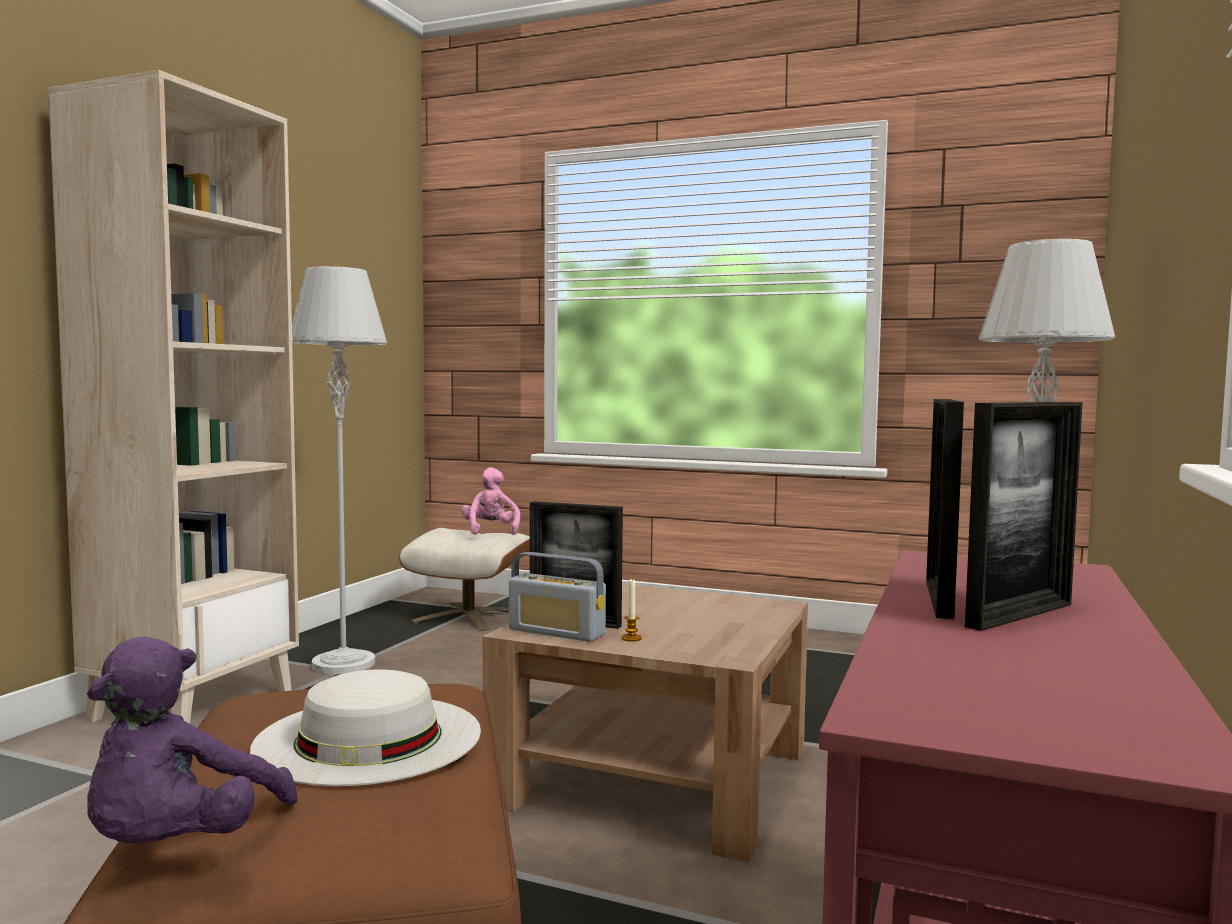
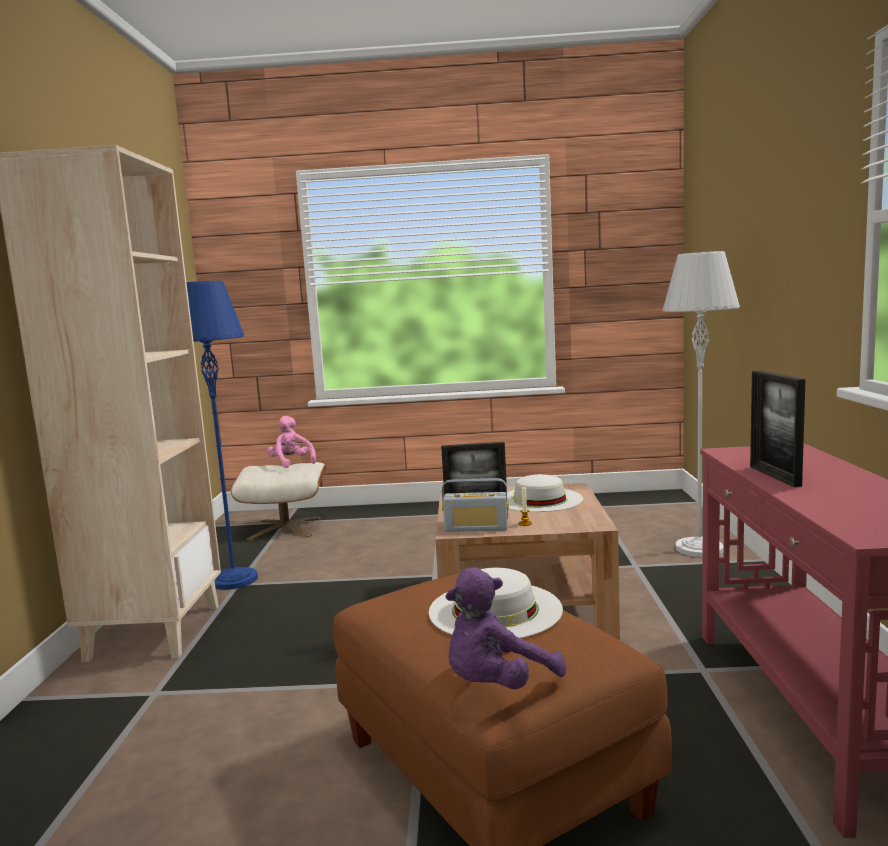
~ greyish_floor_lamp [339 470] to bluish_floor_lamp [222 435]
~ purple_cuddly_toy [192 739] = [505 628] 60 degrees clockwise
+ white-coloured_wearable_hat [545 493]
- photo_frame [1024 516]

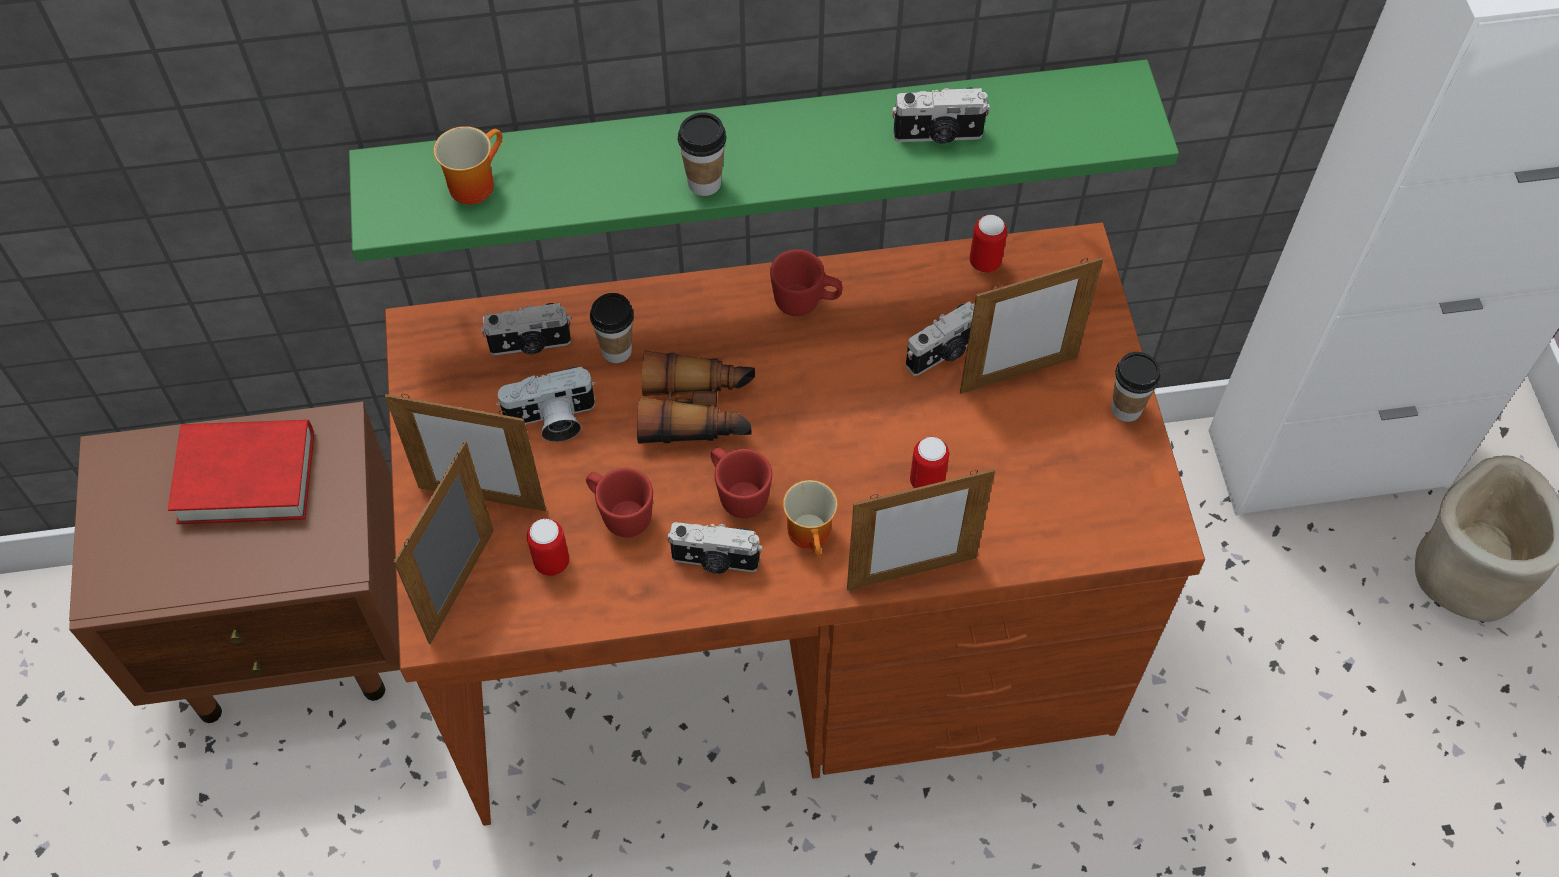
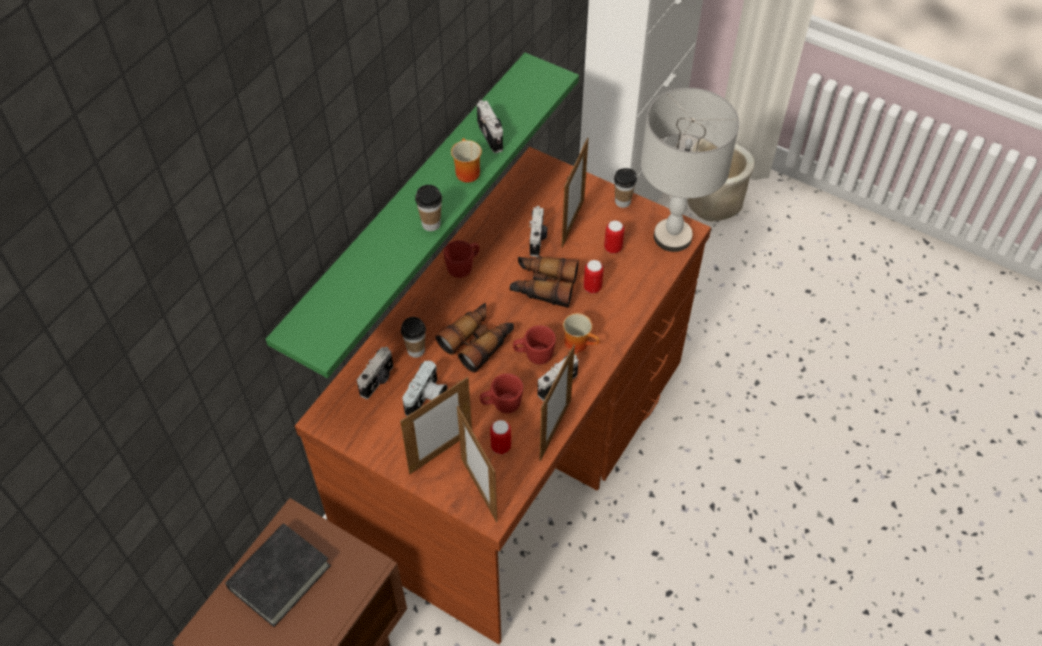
~ reddish_bound_book [241 472] to black-coloured_bound_book [278 575]
~ mug [467 165] to [466 160]
~ still_camera [941 115] = [490 126] 60 degrees counterclockwise
+ field_glasses [544 282]
~ photo_frame [921 530] to [557 402]
~ sealed_can [988 244] to [614 237]
+ greyish_table_lamp [690 170]

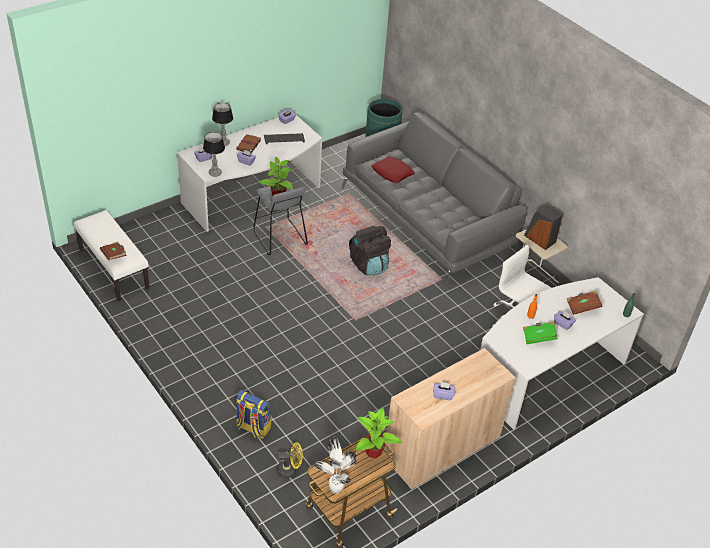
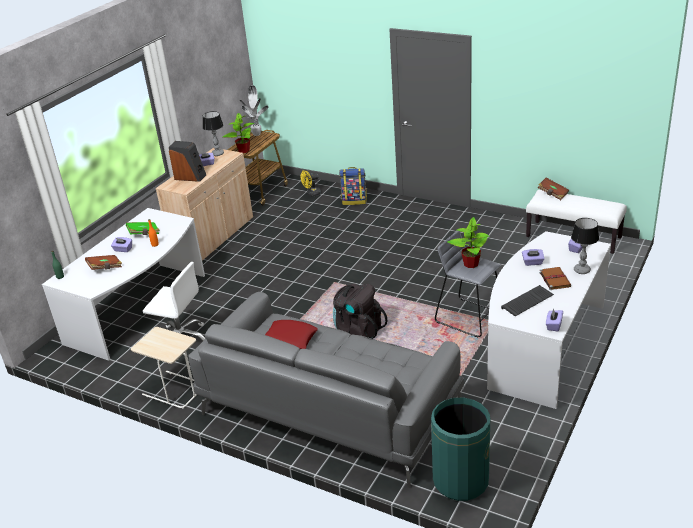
~ loudspeaker [543 228] to [187 161]
~ table_lamp [214 154] to [213 133]
~ reddish_cushion [393 169] to [291 334]

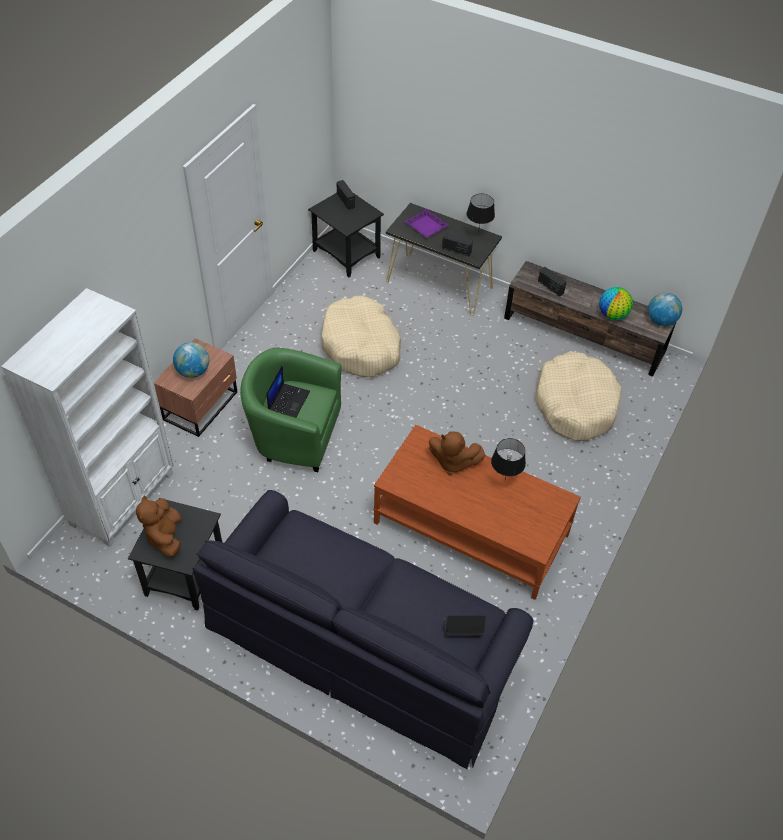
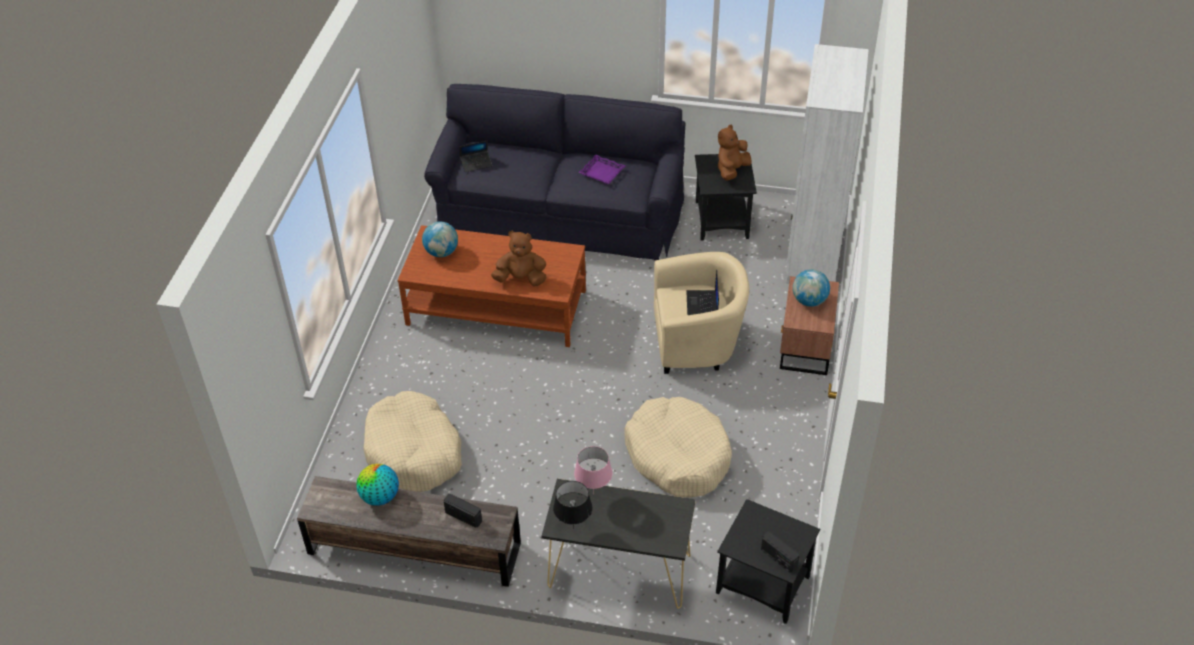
~ desk_globe [665 309] to [440 239]
~ radio [457 244] to pink_table_lamp [593 468]
~ purple_carrying_tray [427 223] to [602 169]
~ green_lounge_chair [291 410] to sand-coloured_lounge_chair [701 313]
~ brownish_cuddly_toy [158 526] = [734 153] 120 degrees counterclockwise
- black-coloured_table_lamp [508 458]

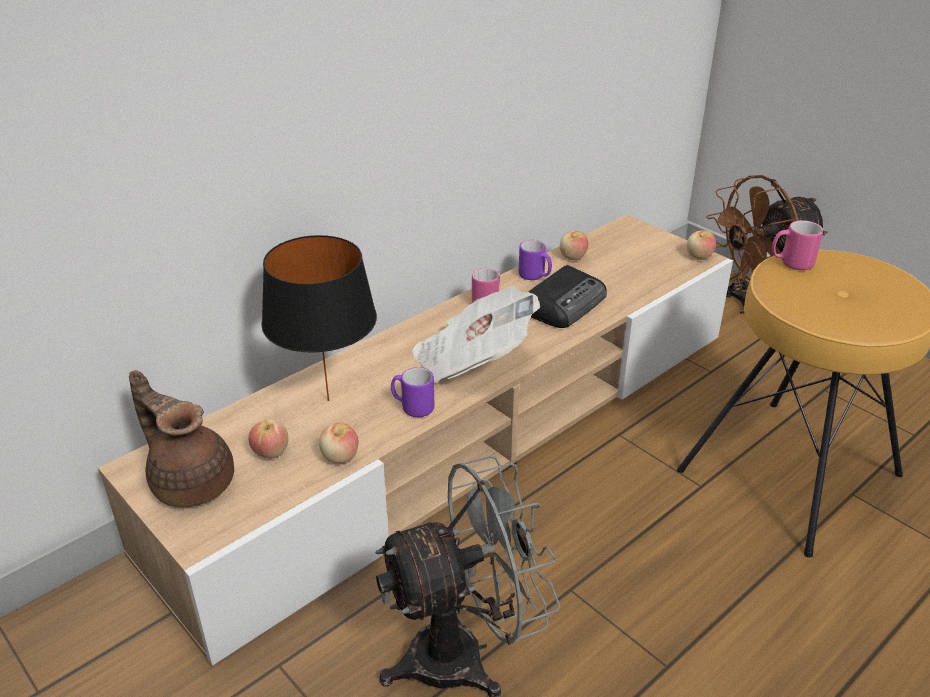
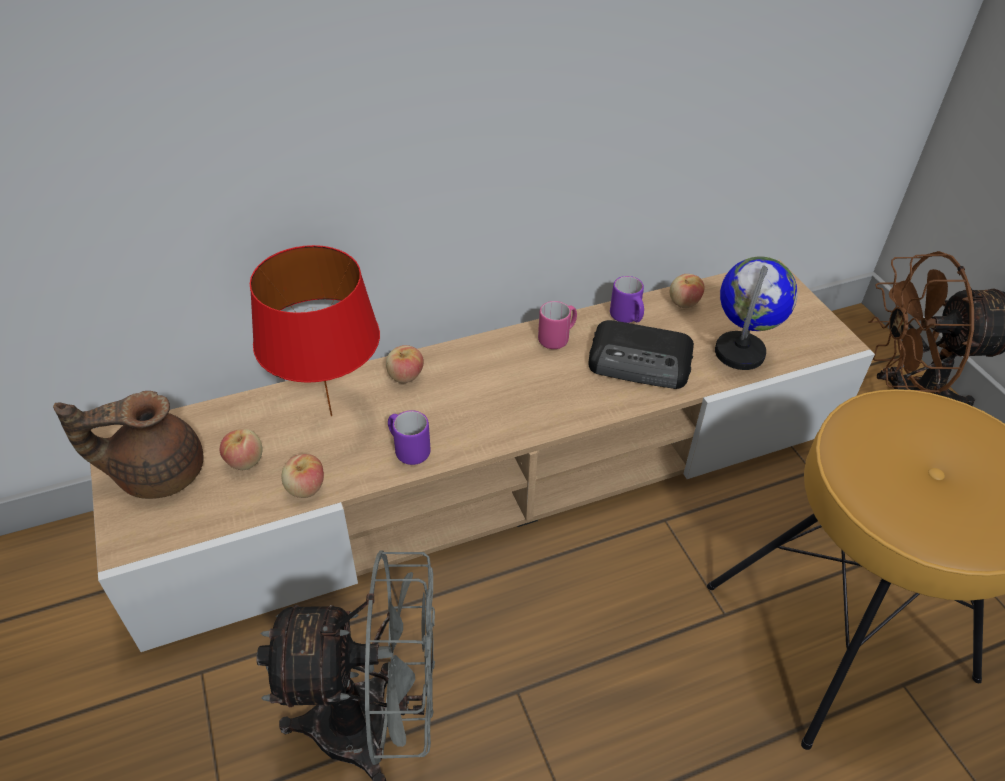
~ brownish_tea_pot [181 438] = [128 445] 75 degrees counterclockwise
~ black-coloured_table_lamp [319 318] to reddish_table_lamp [315 330]
~ whole_apple [701 245] to [405 364]
~ radio [568 296] = [641 354] 45 degrees clockwise
+ desk_globe [756 313]
- printed_paper [476 334]
- pink_mug [797 245]

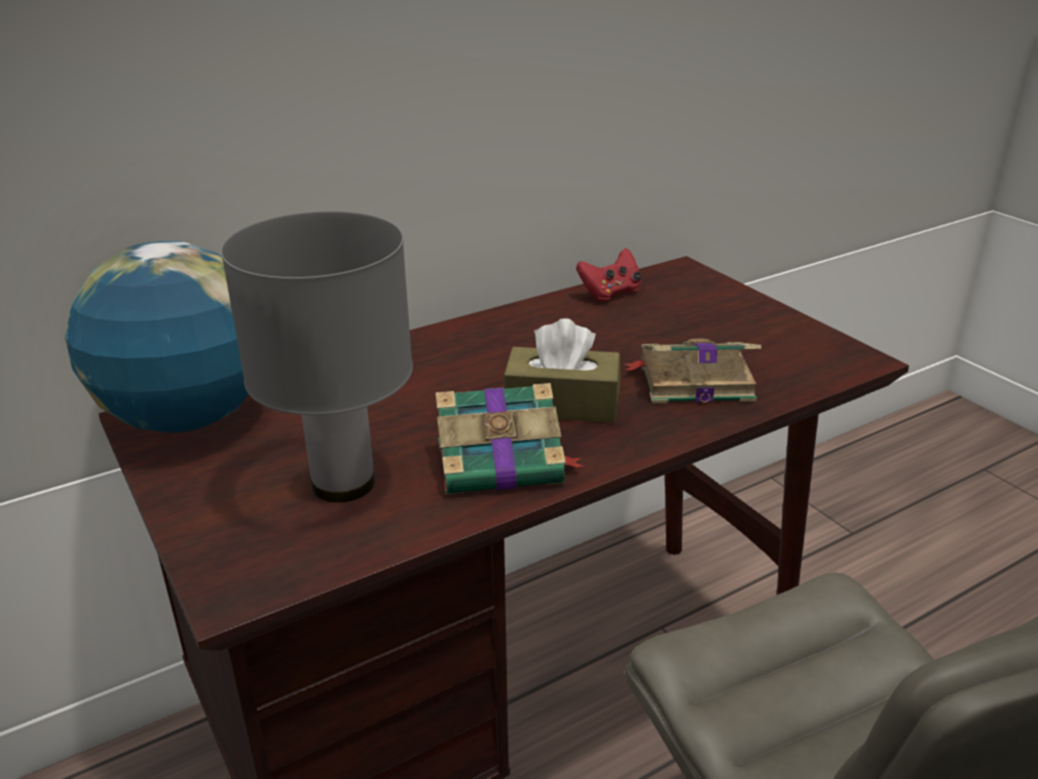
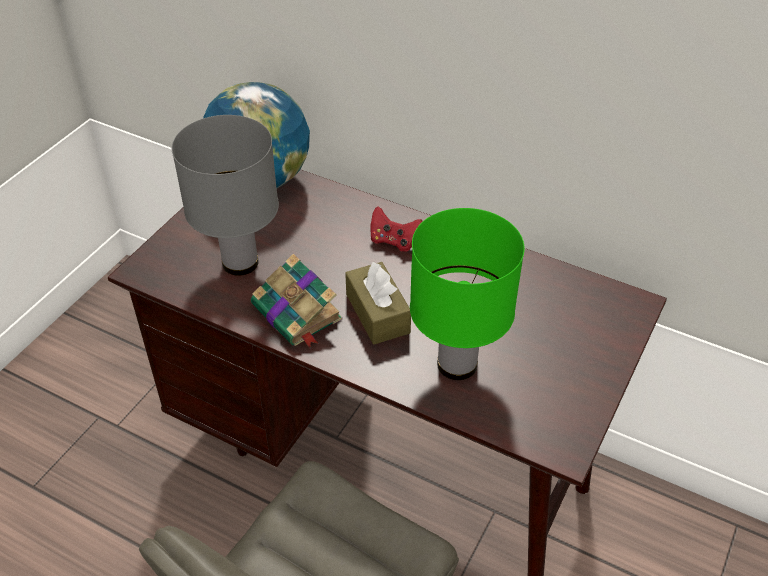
~ reddish_joypad [608 274] to [396 229]
~ bound_book [692 370] to green_table_lamp [467 294]

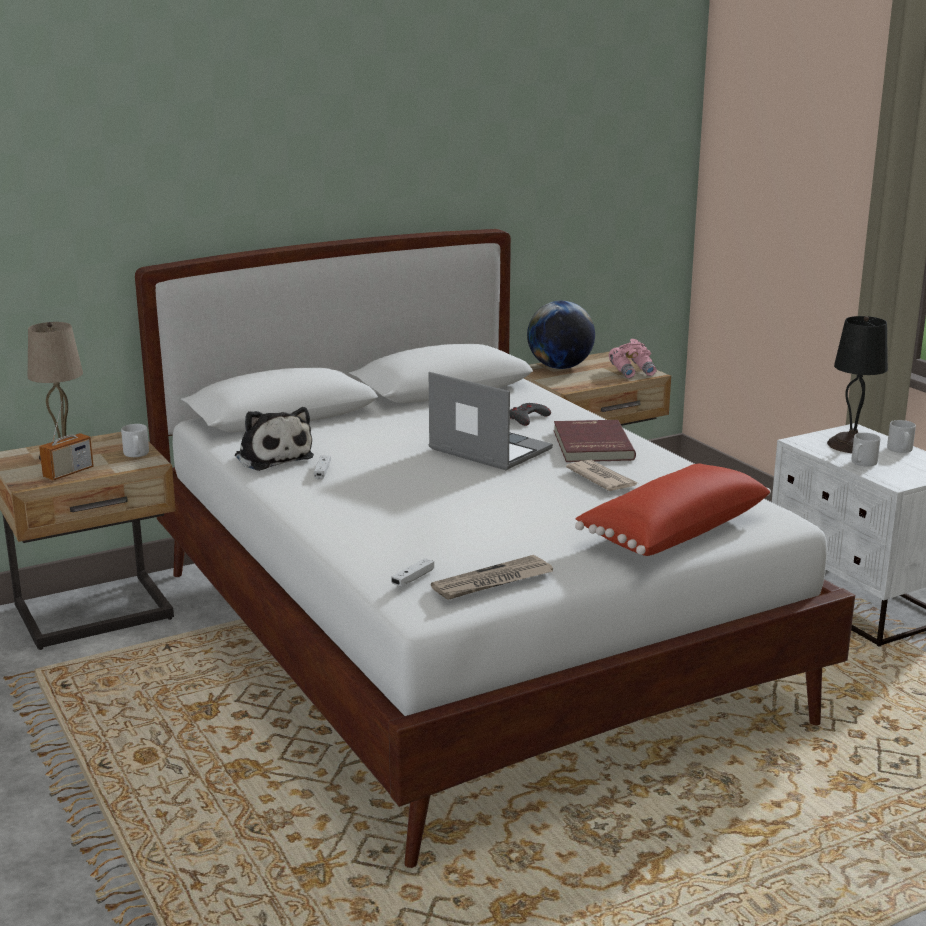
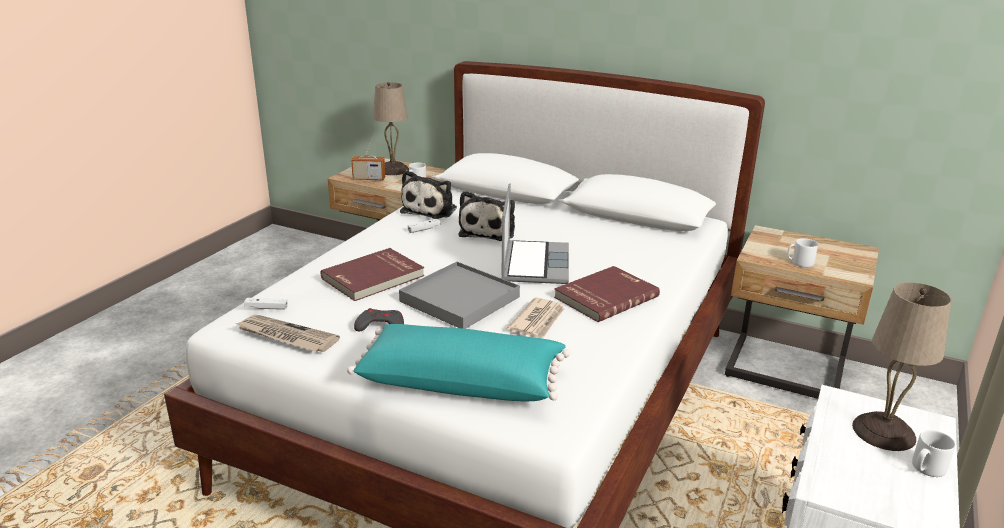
+ reddish_bound_book [373 274]
~ reddish_cushion [673 510] to blue-green_cushion [458 362]
~ greyish_joypad [530 414] to [379 319]
+ greyish_carrying_tray [459 295]
+ cuddly_toy [487 216]
~ greyish_mug [866 450] to [802 252]
~ black-coloured_table_lamp [857 384] to sand-coloured_table_lamp [902 366]
- desk_globe [561 335]
- pink_field_glasses [633 358]

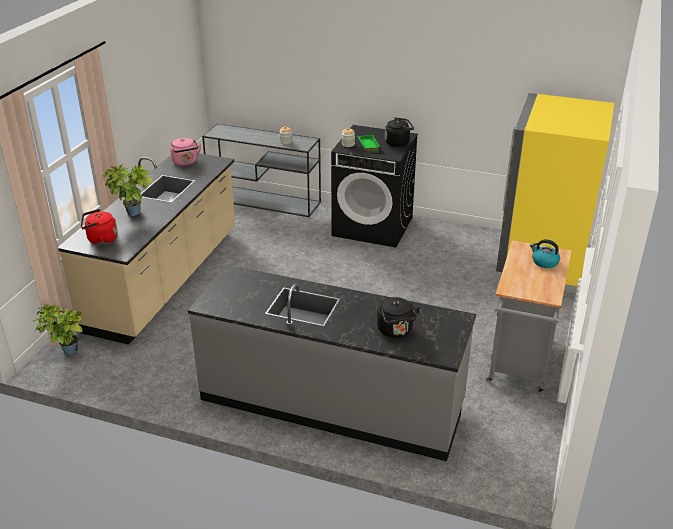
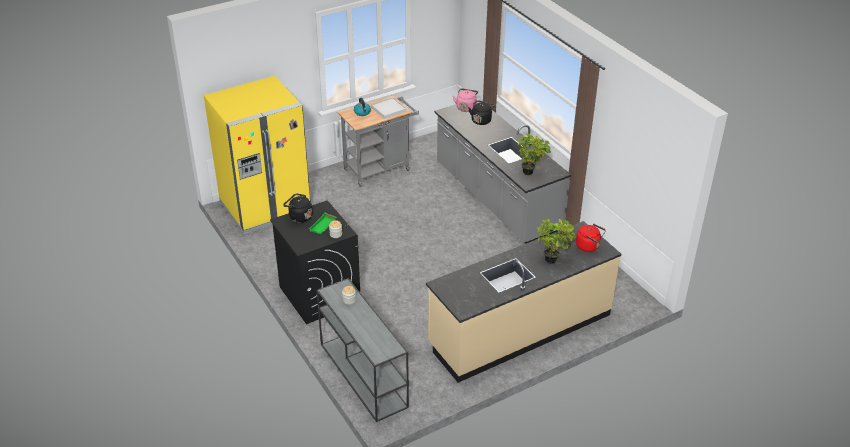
+ white-coloured_carrying_tray [389 108]
~ pink_kettle [185 152] to [465 100]
~ potted_plant [58 328] to [534 155]

